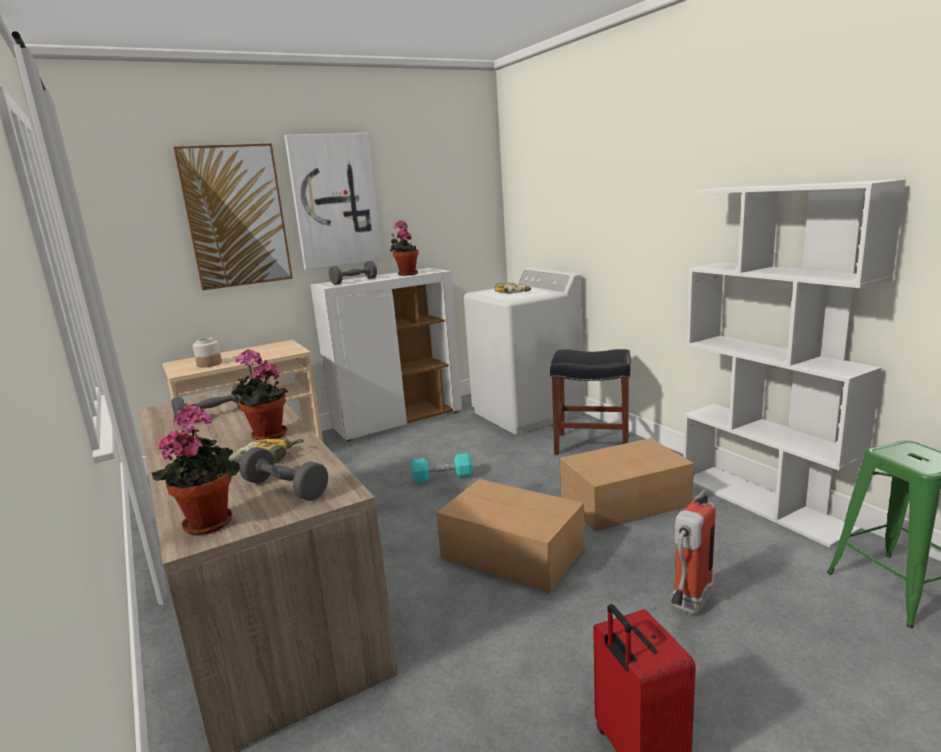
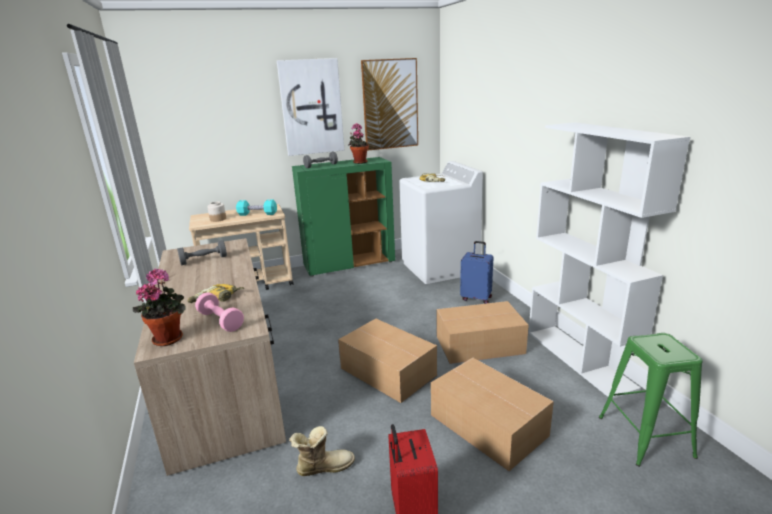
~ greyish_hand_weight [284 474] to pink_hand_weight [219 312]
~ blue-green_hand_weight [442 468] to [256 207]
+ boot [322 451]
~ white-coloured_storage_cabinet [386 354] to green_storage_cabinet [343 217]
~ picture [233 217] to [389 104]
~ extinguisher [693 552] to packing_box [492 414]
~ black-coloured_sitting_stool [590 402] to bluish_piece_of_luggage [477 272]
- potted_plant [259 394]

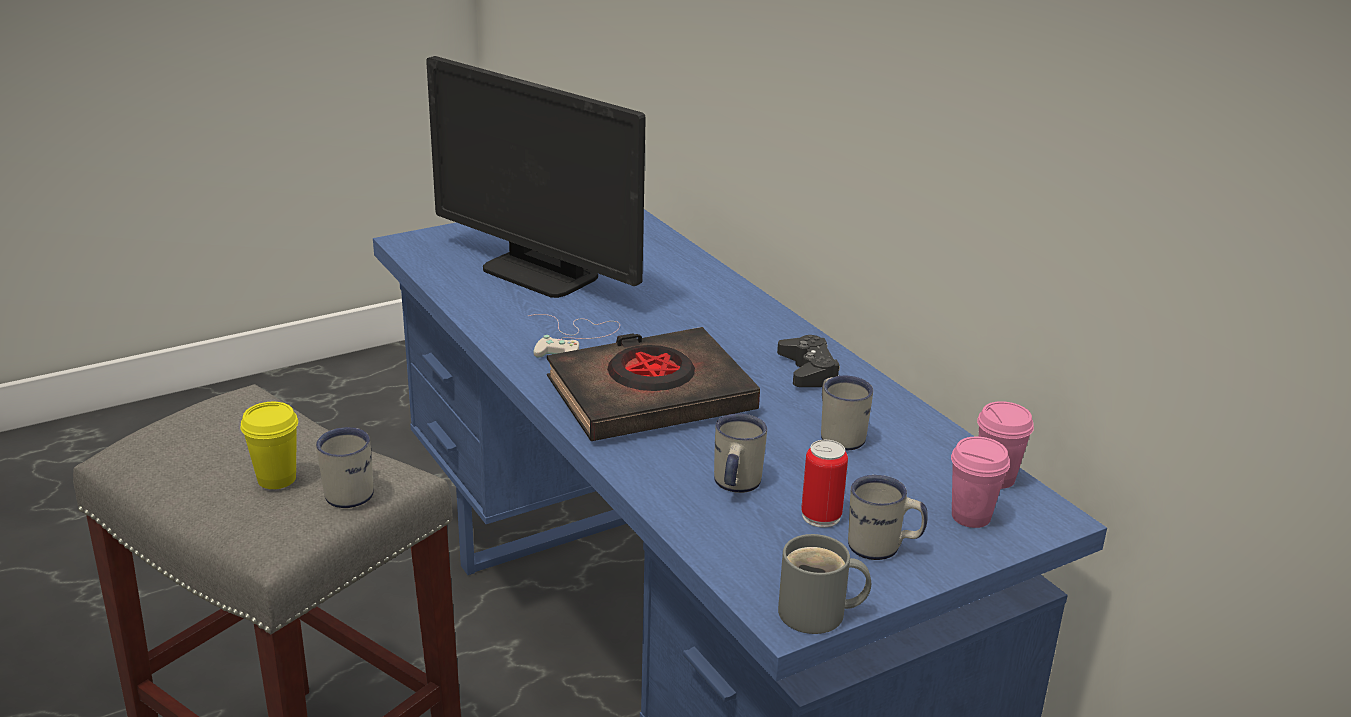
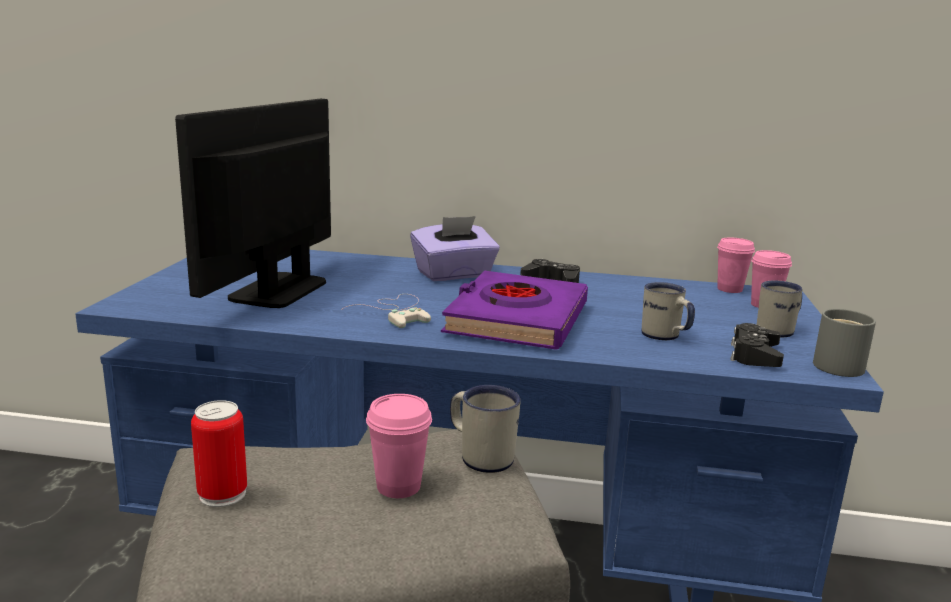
~ monitor [536 177] = [253 203] 120 degrees clockwise
~ sealed_can [824 484] to [219 453]
~ yellow_cup [269 445] to pink_cup [399 446]
+ purple_tissue_box [455 248]
~ black-coloured_bound_book [653 384] to purple_bound_book [514 310]
+ black-coloured_joypad [757 345]
- white-coloured_mug [847 413]

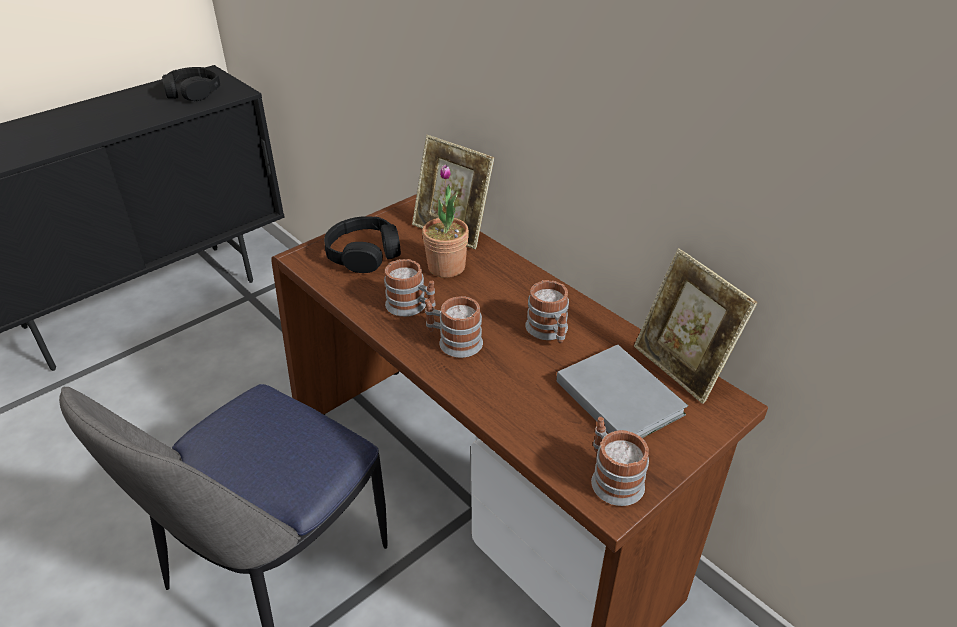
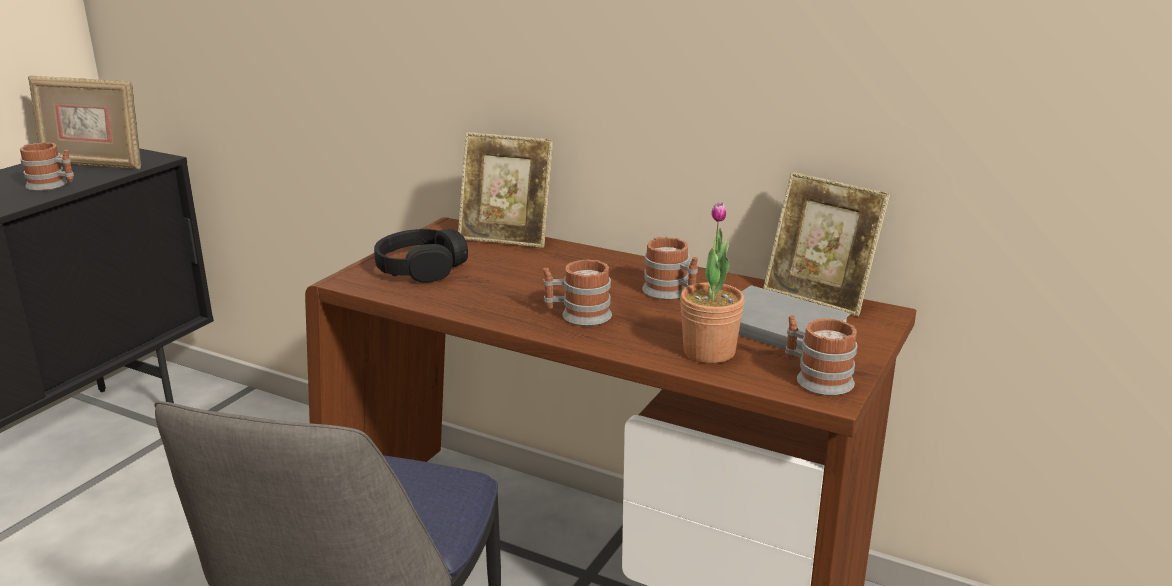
~ mug [410 288] to [47 166]
~ black-coloured_headset [191 84] to photo_frame [84 122]
~ potted_plant [445 221] to [712 282]

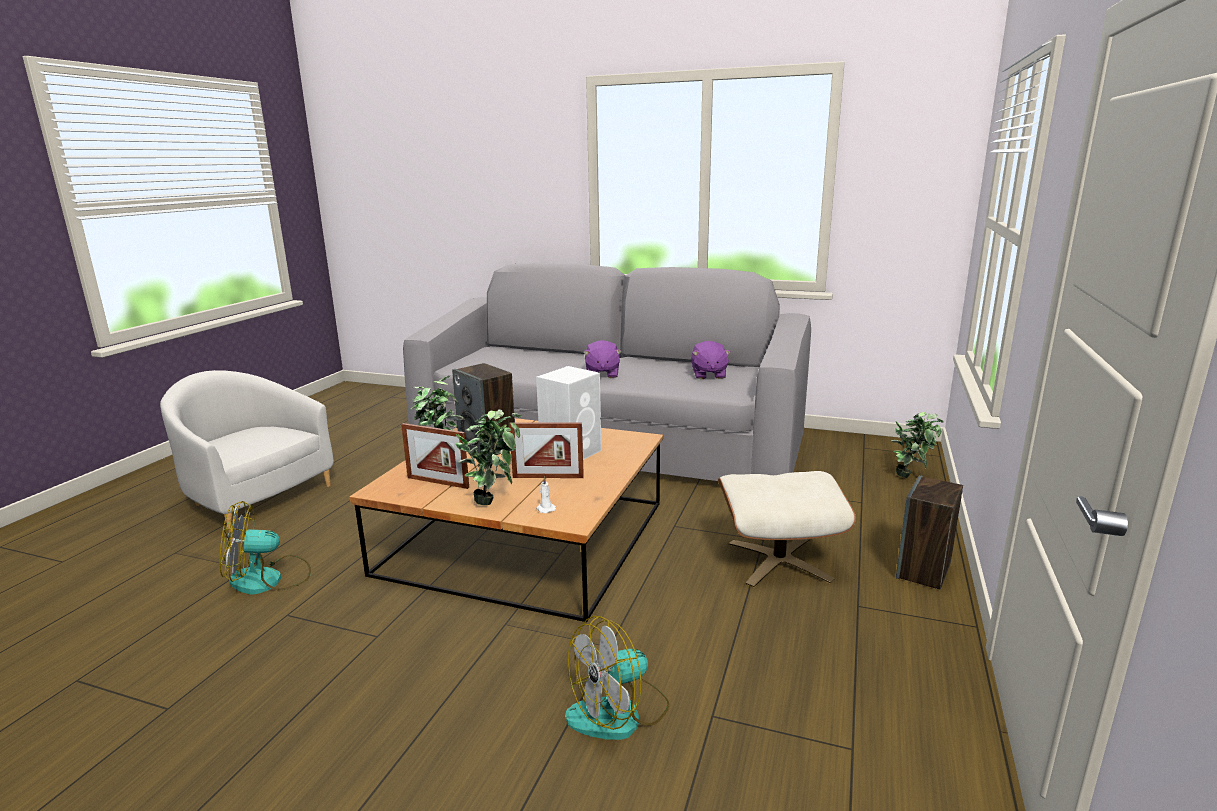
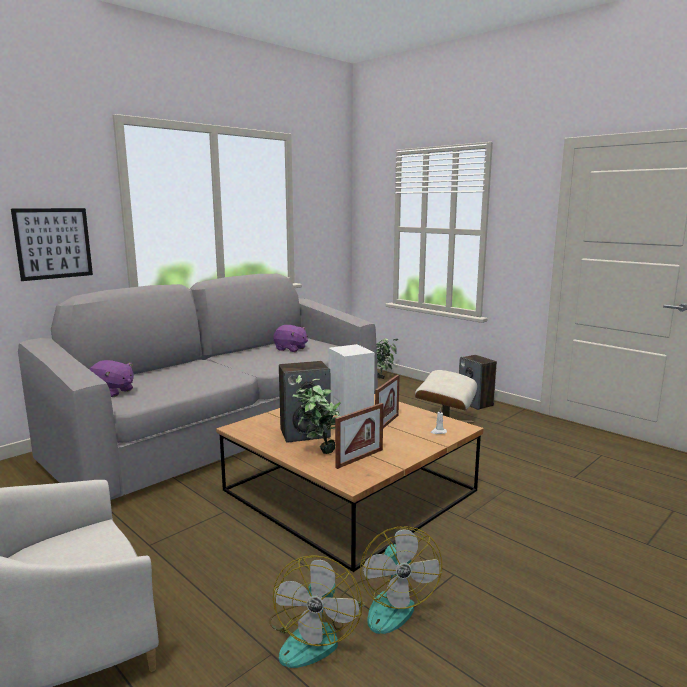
+ picture [52 244]
~ purple_cuddly_toy [602 359] to [111 378]
~ cooling_fan [617 678] to [391 580]
- potted_plant [489 457]

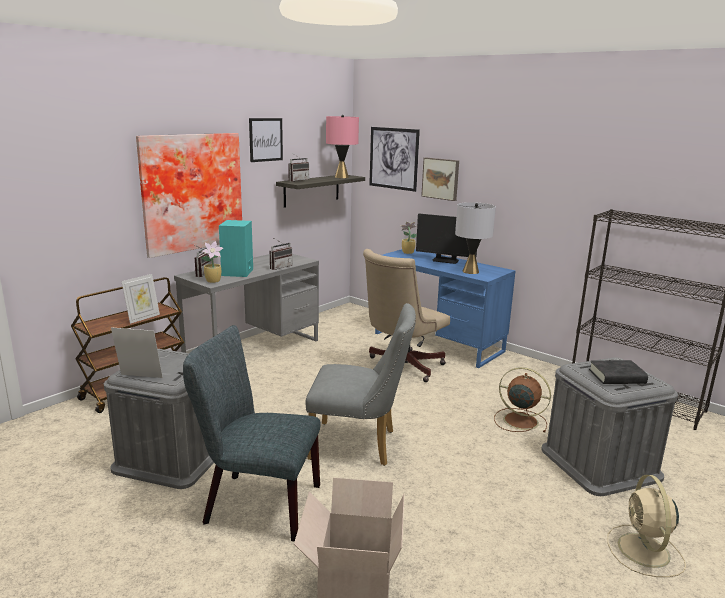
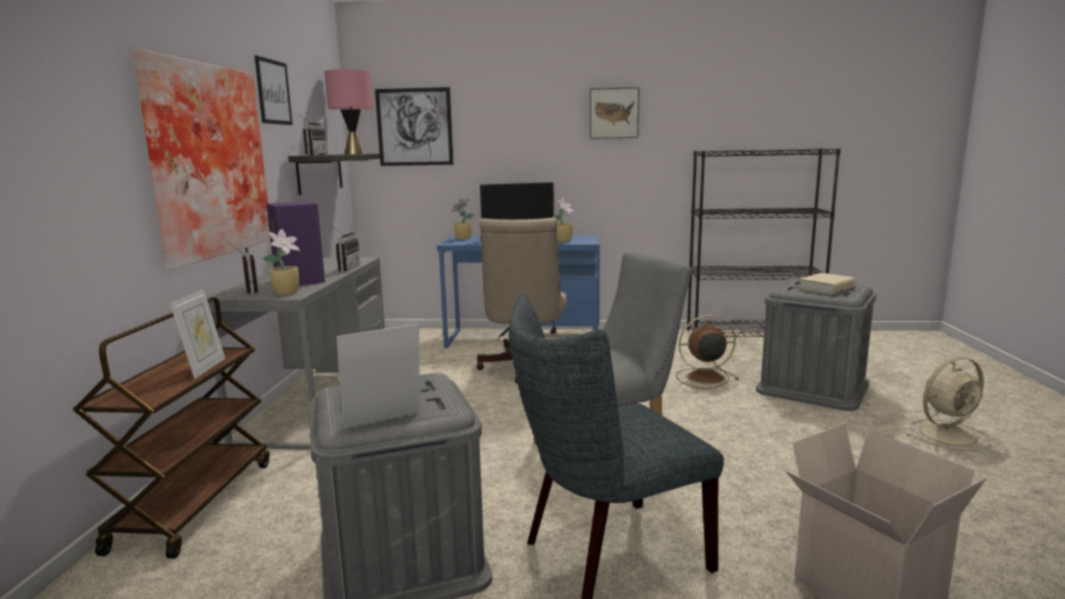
~ blue-green_loudspeaker [236 248] to purple_loudspeaker [295 243]
~ greyish_table_lamp [475 238] to potted_plant [563 220]
~ picture [440 179] to [614 113]
~ black-coloured_bound_book [618 372] to sand-coloured_bound_book [827 284]
~ sand-coloured_cooling_fan [646 526] = [949 404] 75 degrees counterclockwise

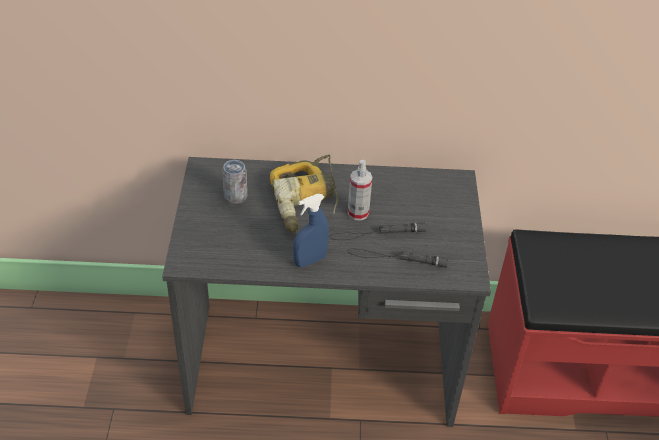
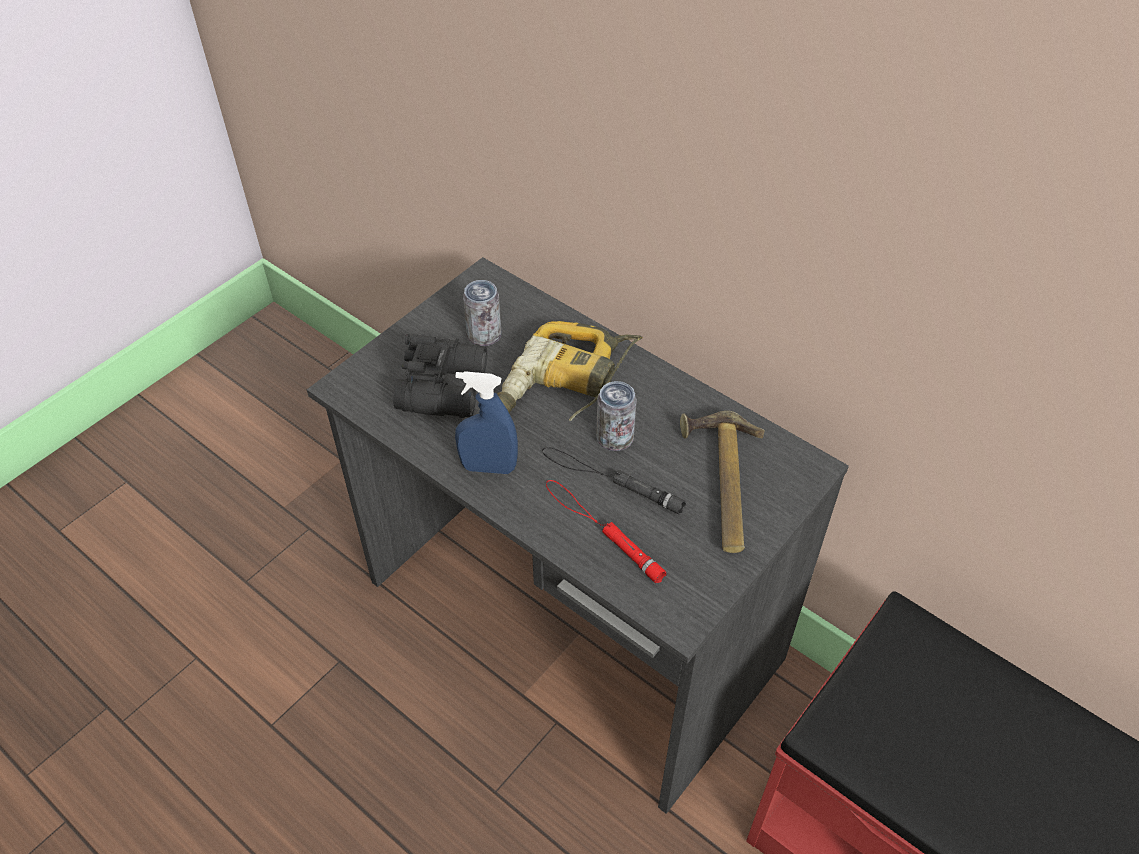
+ black-coloured_field_glasses [440 376]
~ black-coloured_flashlight [398 258] to reddish_flashlight [606 532]
~ sprayer [360 190] to sealed_can [616 416]
+ hand_hammer [722 482]

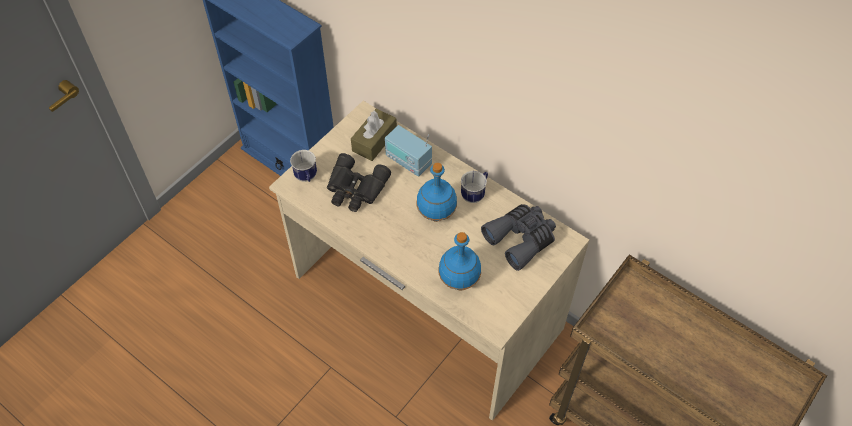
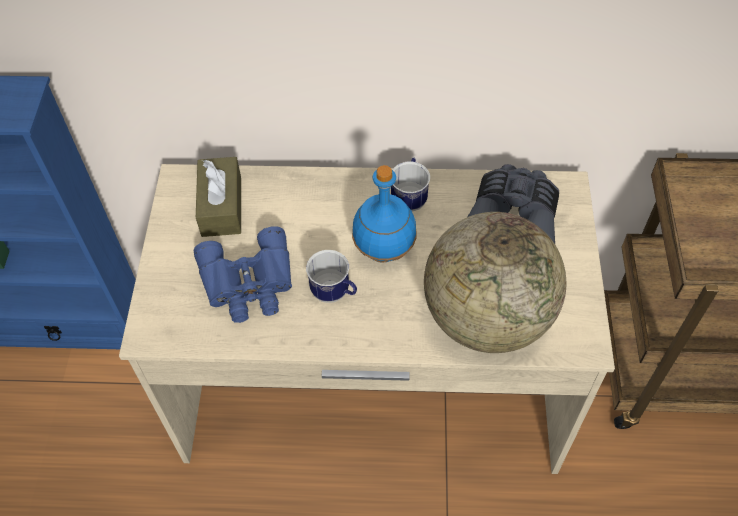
~ black-coloured_field_glasses [359 182] to bluish_field_glasses [242 274]
~ mug [303 166] to [331 276]
~ bluish_drink_bottle [460 261] to desk_globe [495 282]
- radio [408 151]

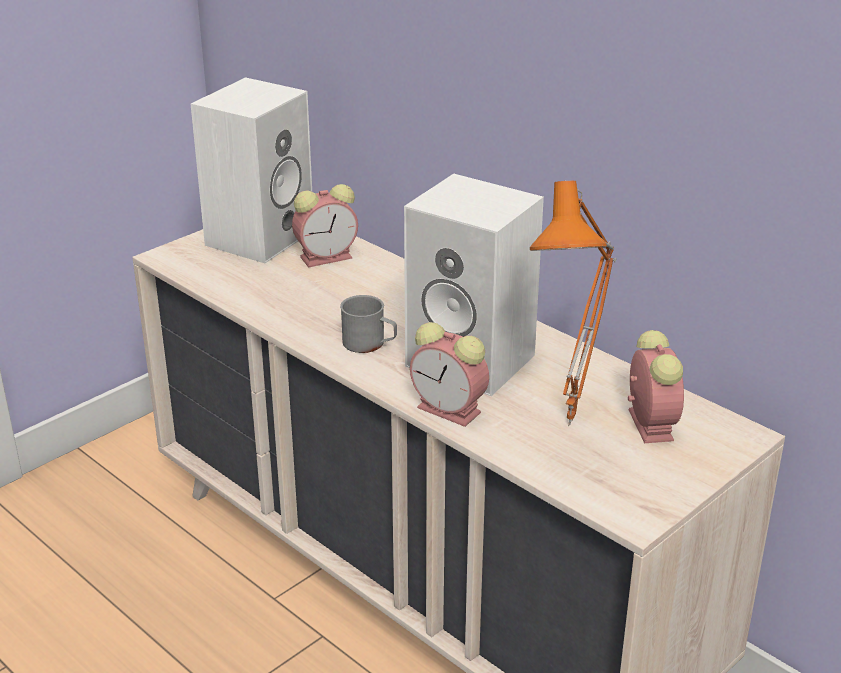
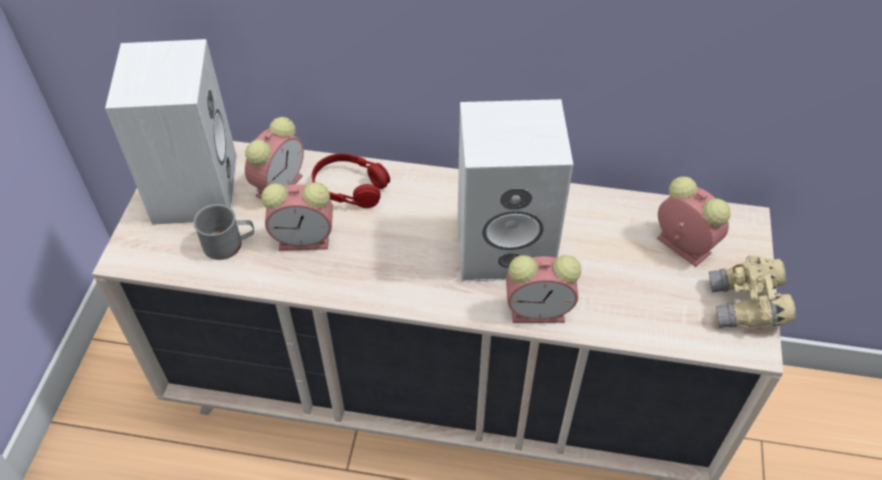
~ greyish_mug [368 324] to [223 232]
+ bedside_clock [297 216]
+ reddish_headset [351 180]
+ sand-coloured_field_glasses [752 291]
- orangey_table_lamp [573 303]

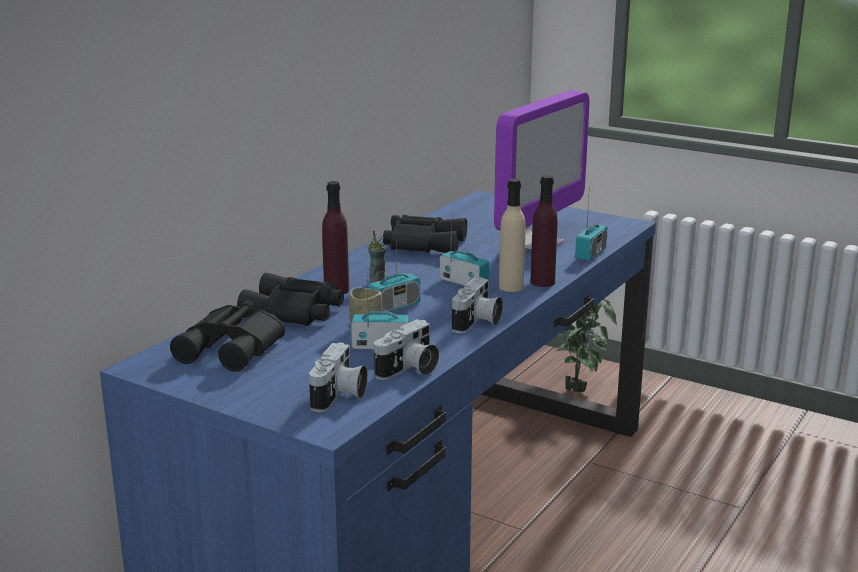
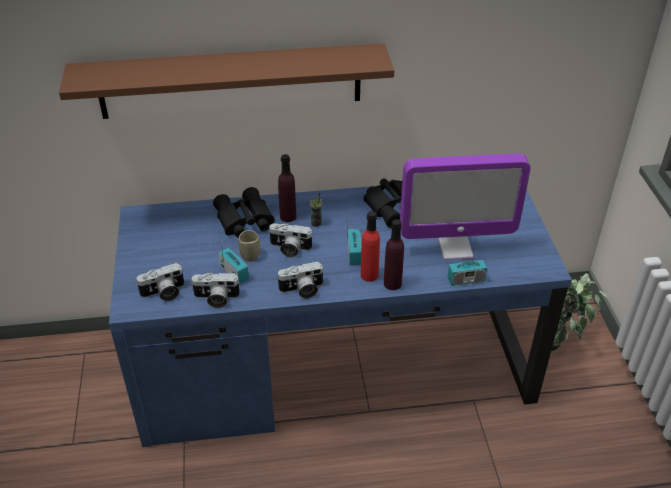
+ brownish_wall_shelf [226 81]
~ radio [394 279] to still_camera [290 240]
~ sand-coloured_drink_bottle [512 235] to reddish_drink_bottle [370 246]
- black-coloured_field_glasses [227 336]

